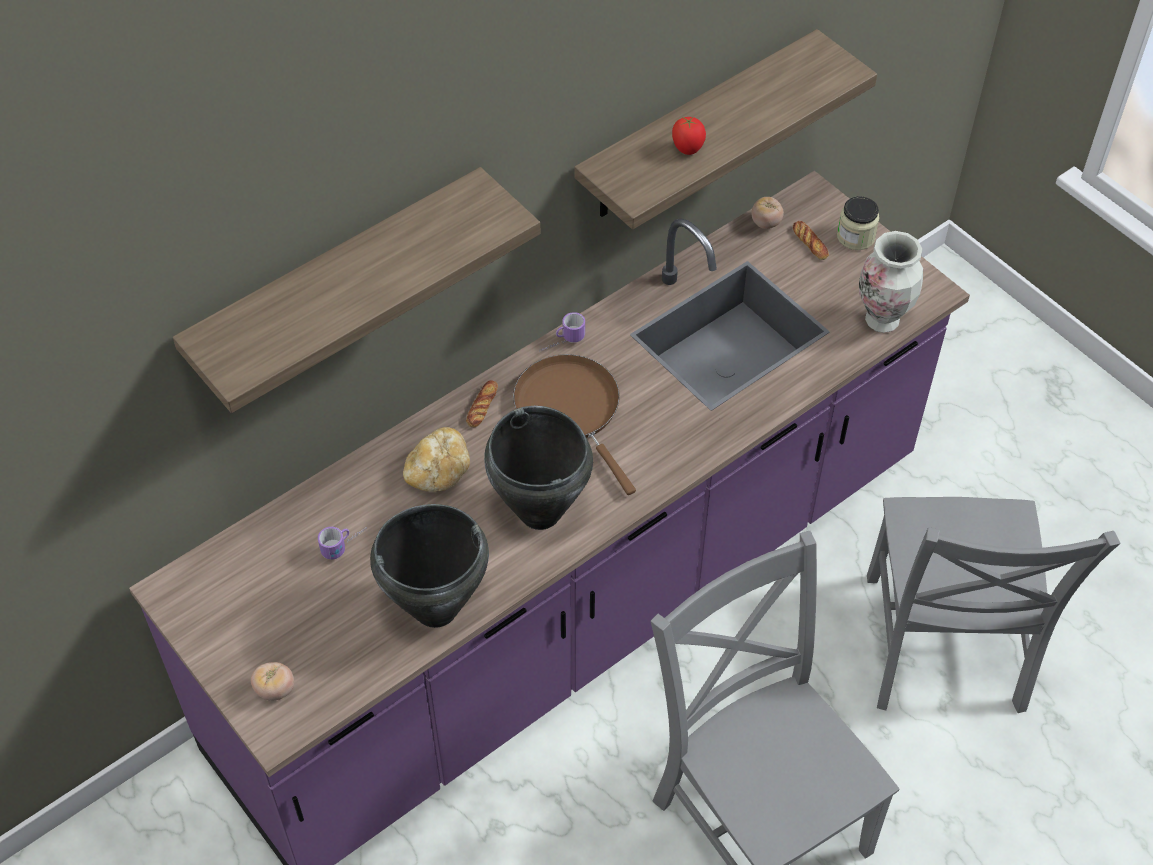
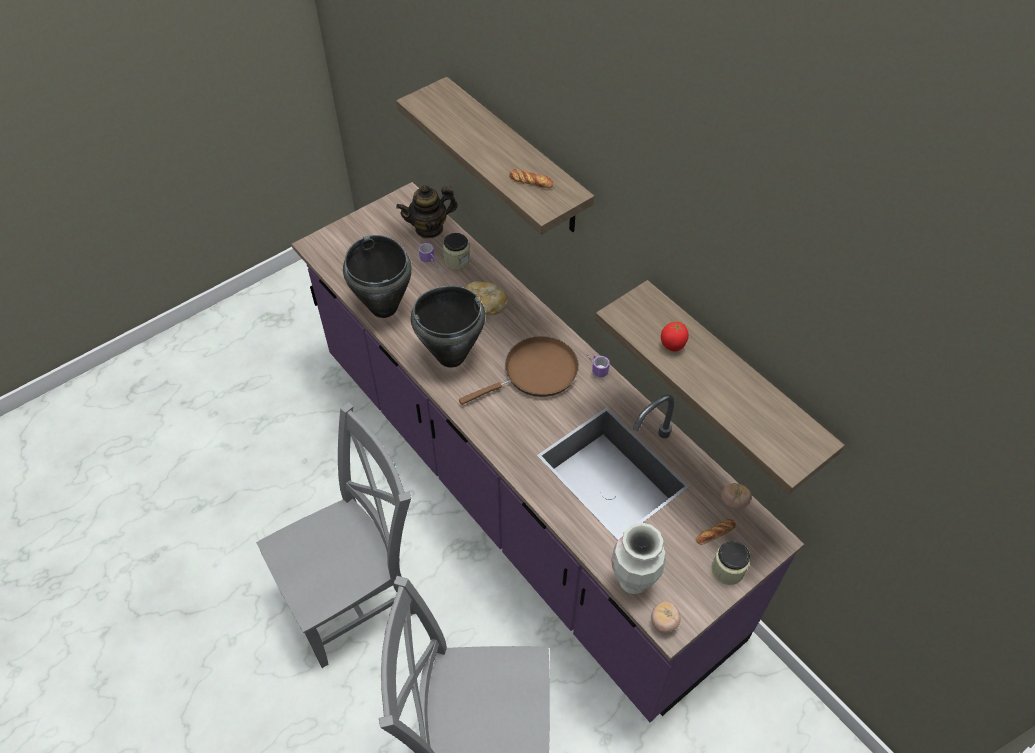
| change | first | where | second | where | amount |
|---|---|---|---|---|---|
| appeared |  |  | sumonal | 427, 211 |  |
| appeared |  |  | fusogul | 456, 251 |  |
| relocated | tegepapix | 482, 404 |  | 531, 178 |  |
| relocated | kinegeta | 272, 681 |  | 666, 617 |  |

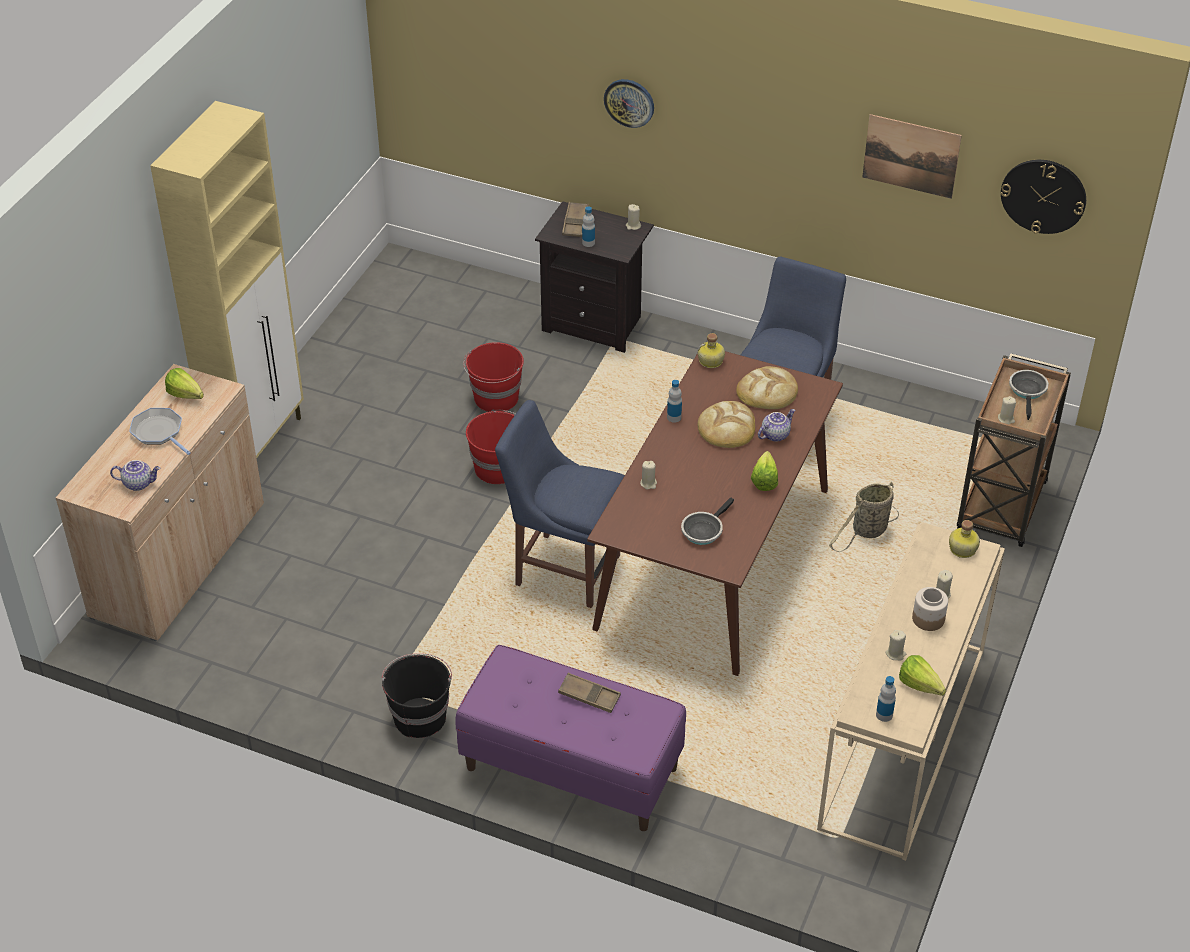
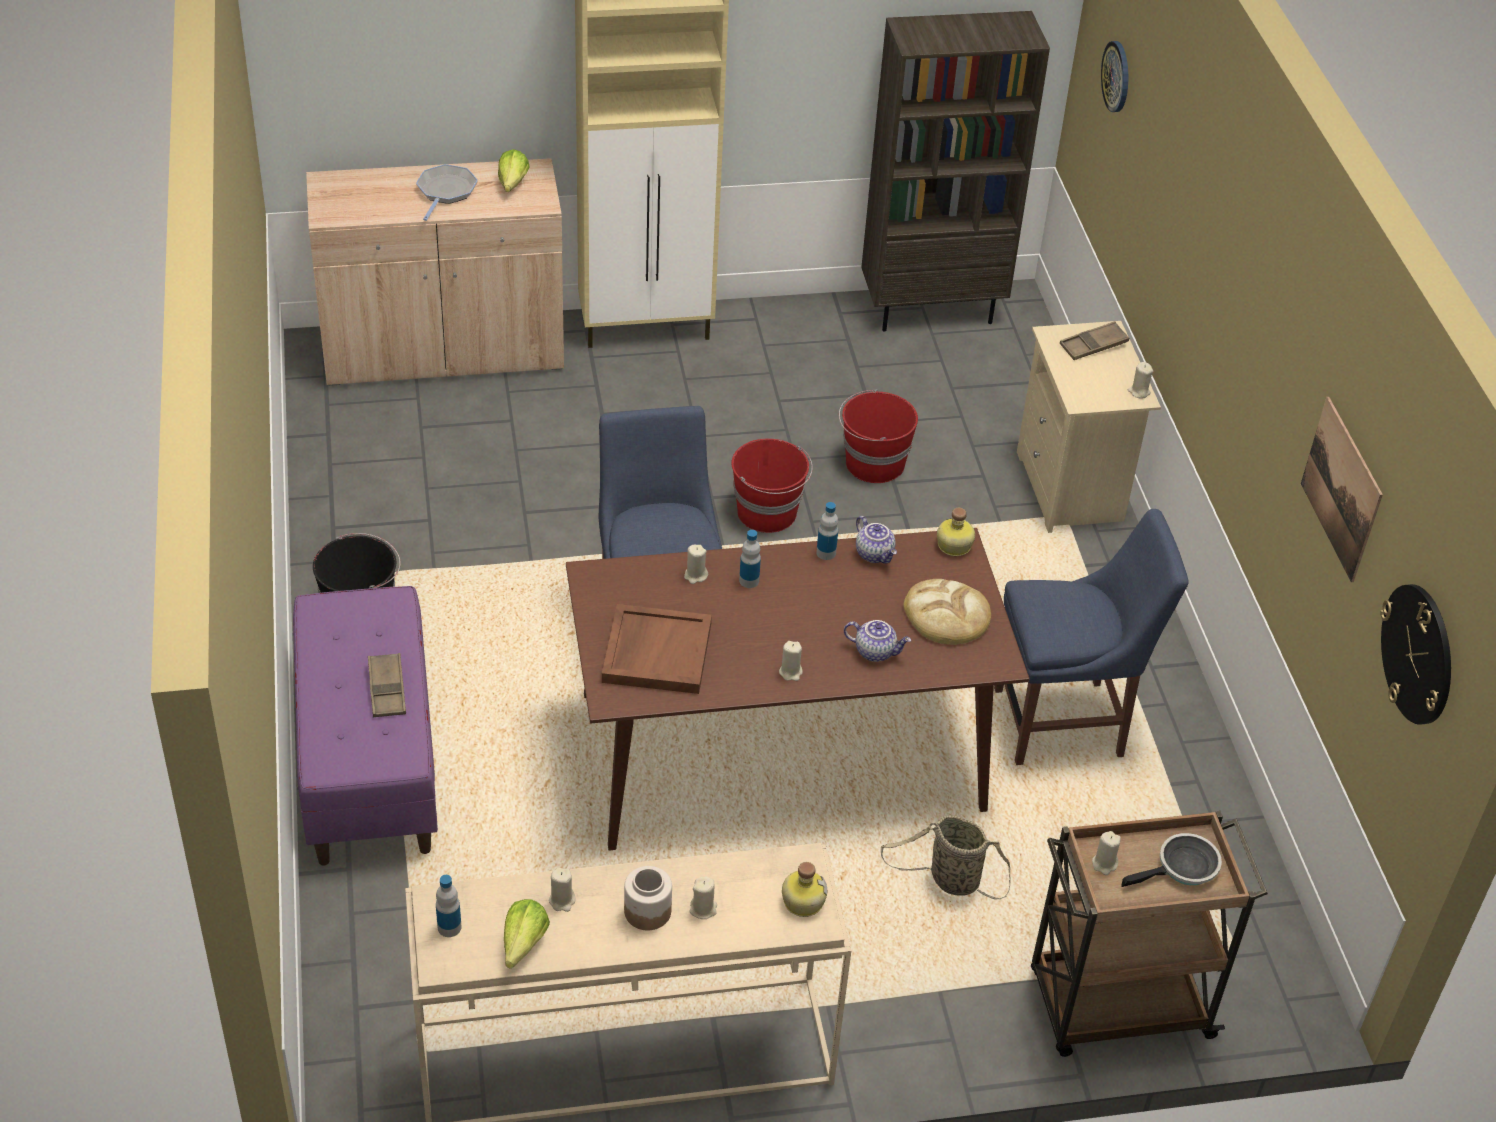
| change | first | where | second | where | amount |
|---|---|---|---|---|---|
| exchanged | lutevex | 707, 521 | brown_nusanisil | 657, 649 |  |
| relocated | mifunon | 588, 226 |  | 750, 559 |  |
| exchanged | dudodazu | 764, 471 | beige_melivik | 791, 661 |  |
| relocated | sumonal | 135, 475 |  | 876, 540 |  |
| appeared |  |  | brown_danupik | 955, 171 |  |
| colour | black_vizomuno | 594, 277 | beige_vizomuno | 1089, 427 |  |
| relocated | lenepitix | 629, 103 |  | 1114, 76 |  |
| missing | tegepapix | 726, 424 |  |  |  |

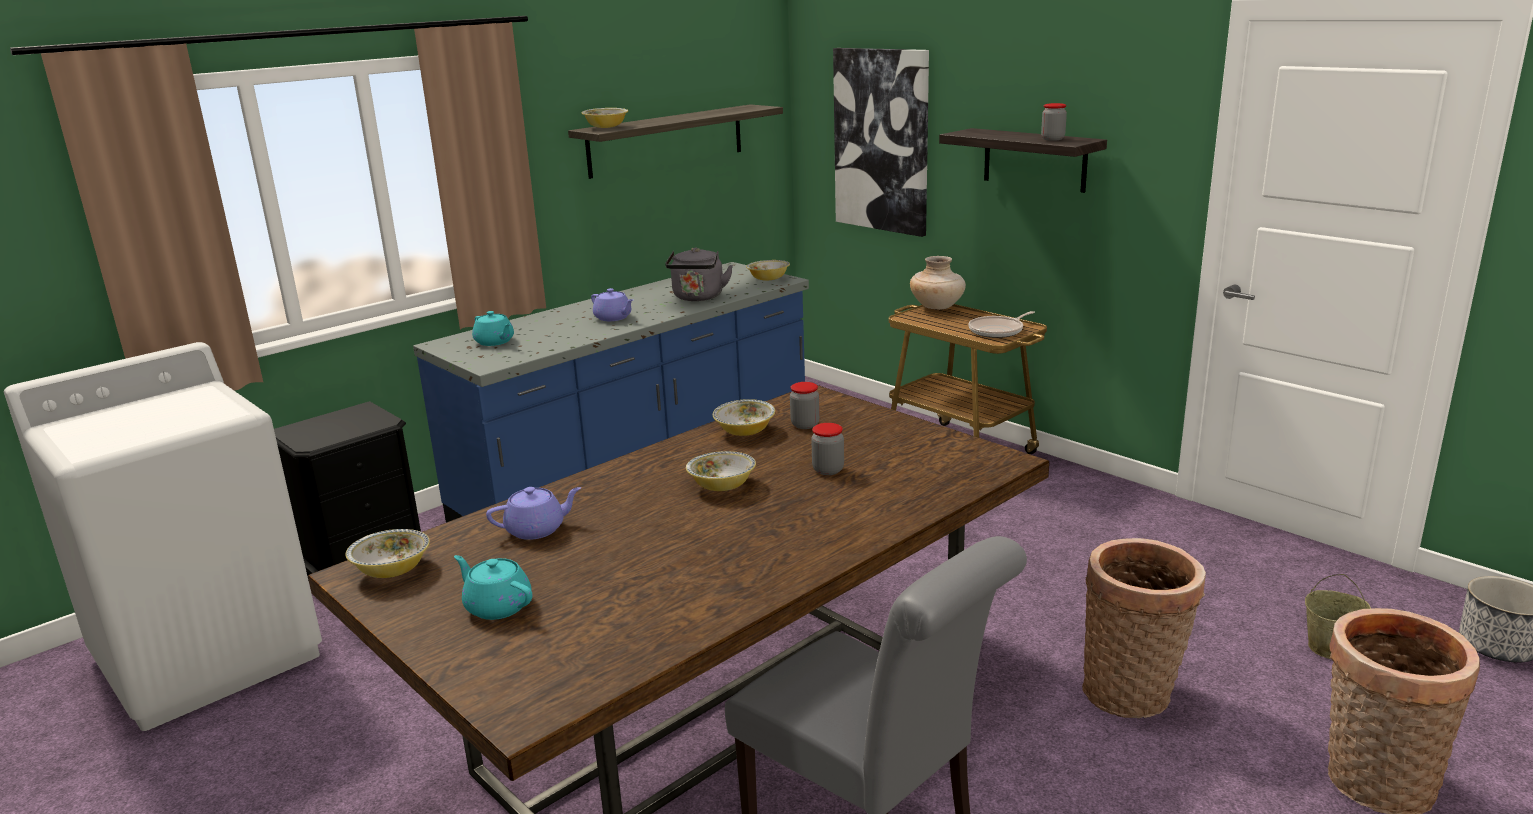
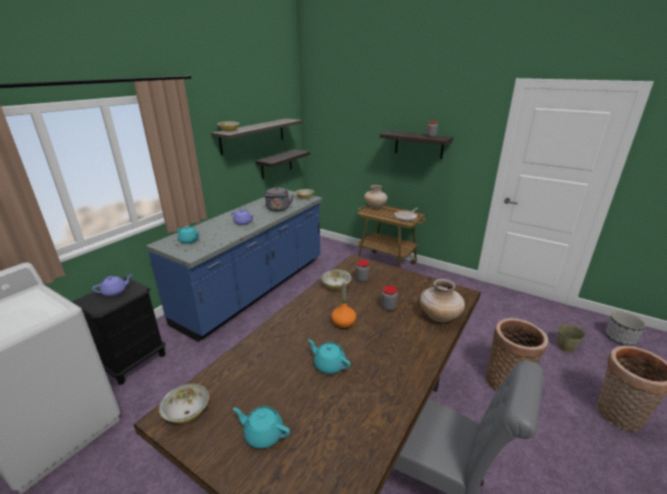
| change | first | where | second | where | amount |
|---|---|---|---|---|---|
| relocated | purple_sumonal | 533, 513 |  | 112, 285 |  |
| appeared |  |  | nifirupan | 282, 164 |  |
| appeared |  |  | turquoise_sumonal | 329, 356 |  |
| exchanged | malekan | 721, 471 | orange_mifunon | 343, 305 |  |
| appeared |  |  | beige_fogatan | 442, 300 |  |
| missing | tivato | 881, 142 |  |  |  |

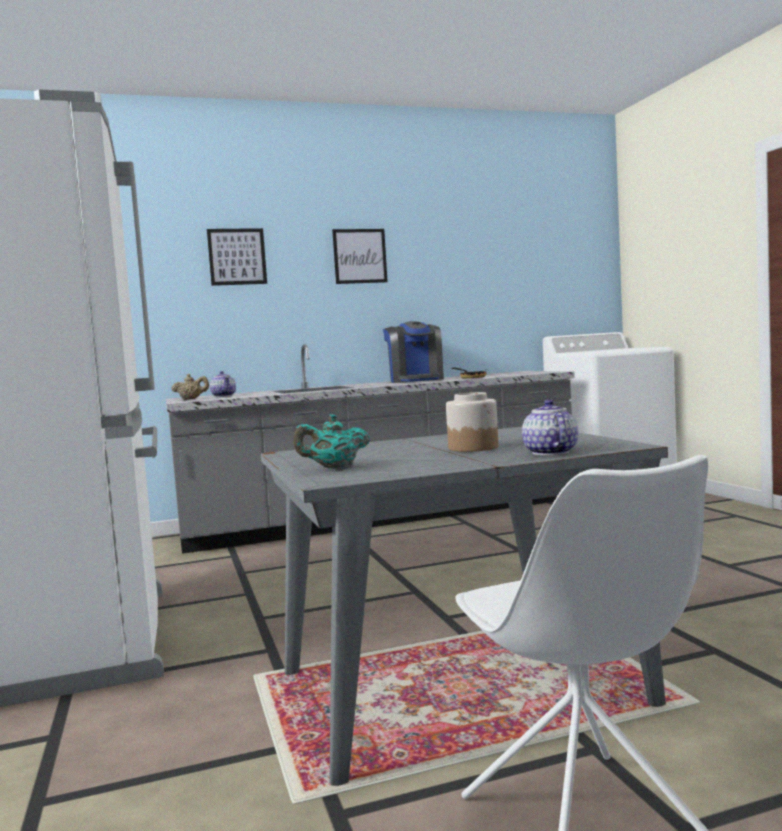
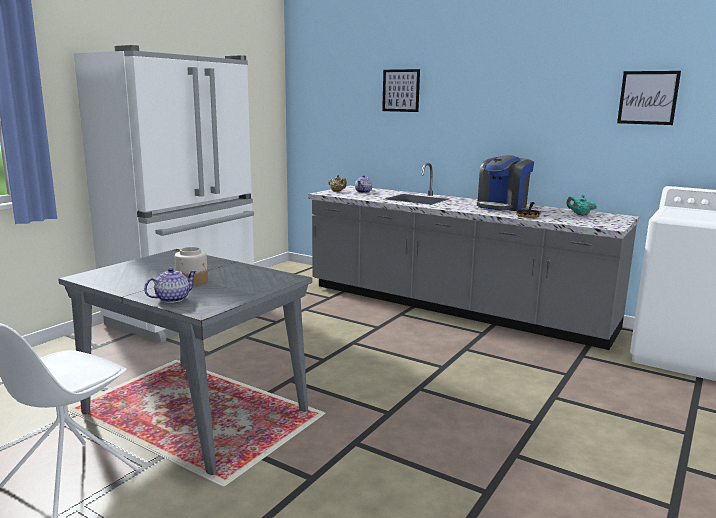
| change | first | where | second | where | amount |
|---|---|---|---|---|---|
| relocated | turquoise_sumonal | 332, 441 |  | 581, 205 |  |
| relocated | tivato | 360, 256 |  | 649, 98 |  |

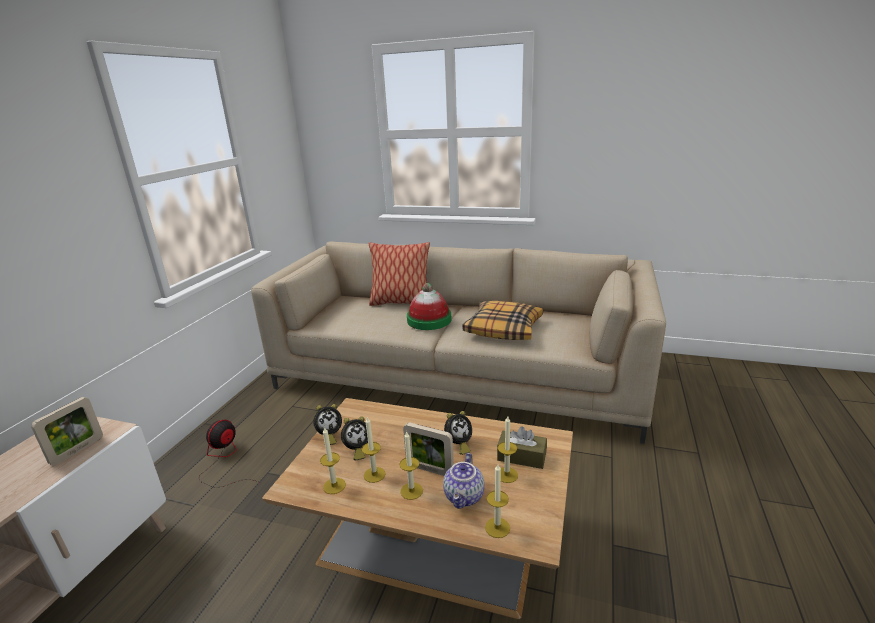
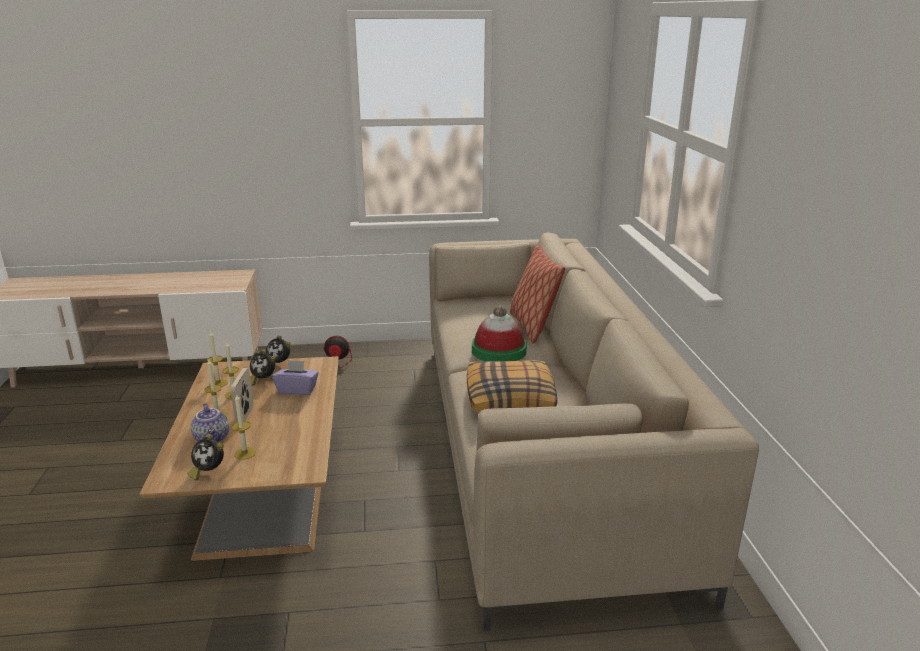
| change | first | where | second | where | amount |
|---|---|---|---|---|---|
| relocated | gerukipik | 458, 433 |  | 205, 457 |  |
| spun | sumonal | 464, 481 |  | 210, 422 | 105 degrees counterclockwise |
| appeared |  |  | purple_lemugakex | 295, 377 |  |
| missing | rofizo | 67, 431 |  |  |  |
| missing | melivik | 497, 501 |  |  |  |
| missing | brown_lemugakex | 522, 447 |  |  |  |

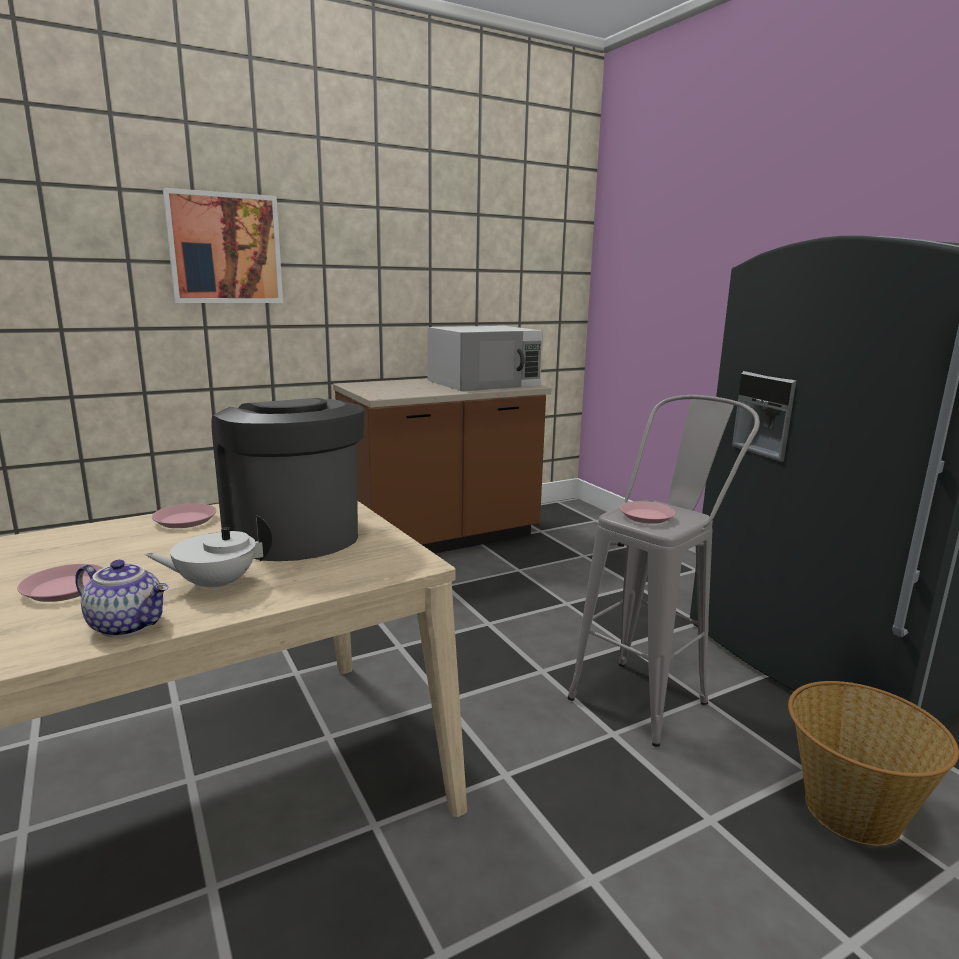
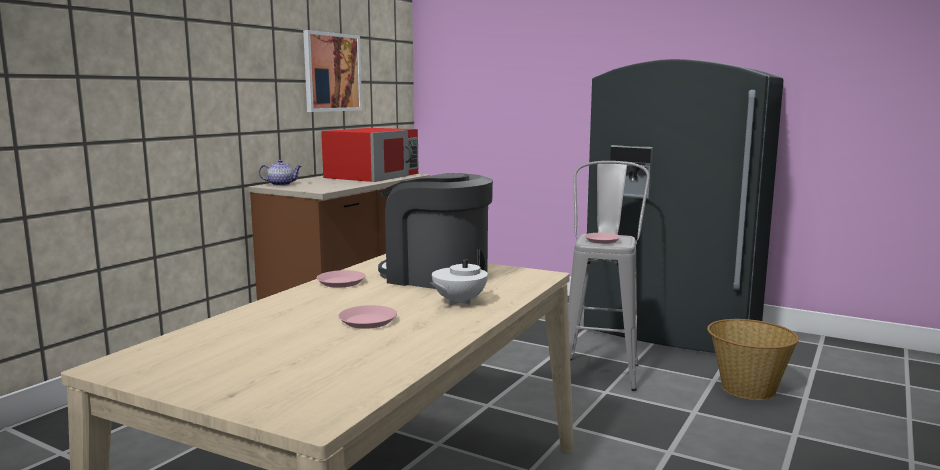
| change | first | where | second | where | amount |
|---|---|---|---|---|---|
| relocated | sumonal | 122, 598 |  | 280, 173 |  |
| relocated | tivato | 222, 245 |  | 332, 71 |  |
| colour | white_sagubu | 485, 359 | red_sagubu | 369, 155 |  |

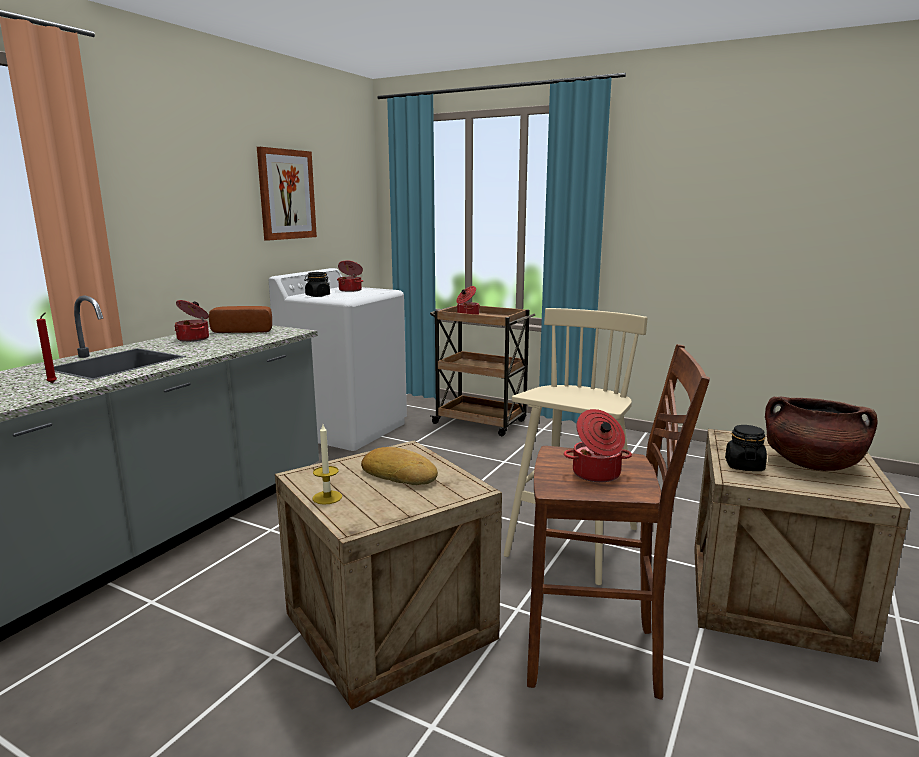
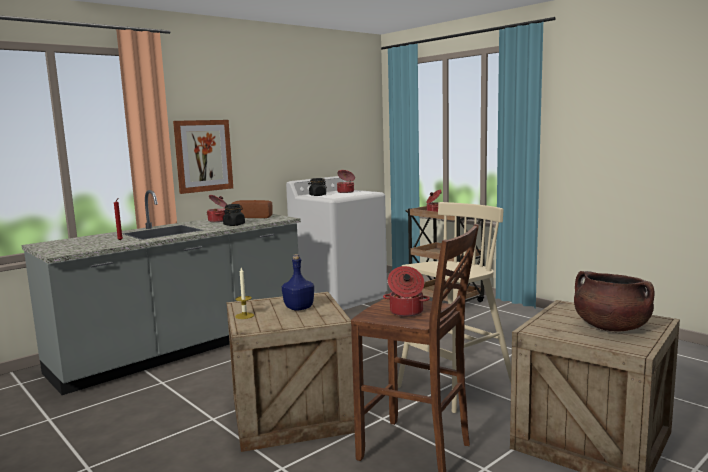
| change | first | where | second | where | amount |
|---|---|---|---|---|---|
| relocated | tivato | 287, 194 |  | 203, 157 |  |
| relocated | black_fusogul | 746, 448 |  | 234, 215 |  |
| exchanged | tegepapix | 399, 466 | blue_mifunon | 298, 282 |  |

